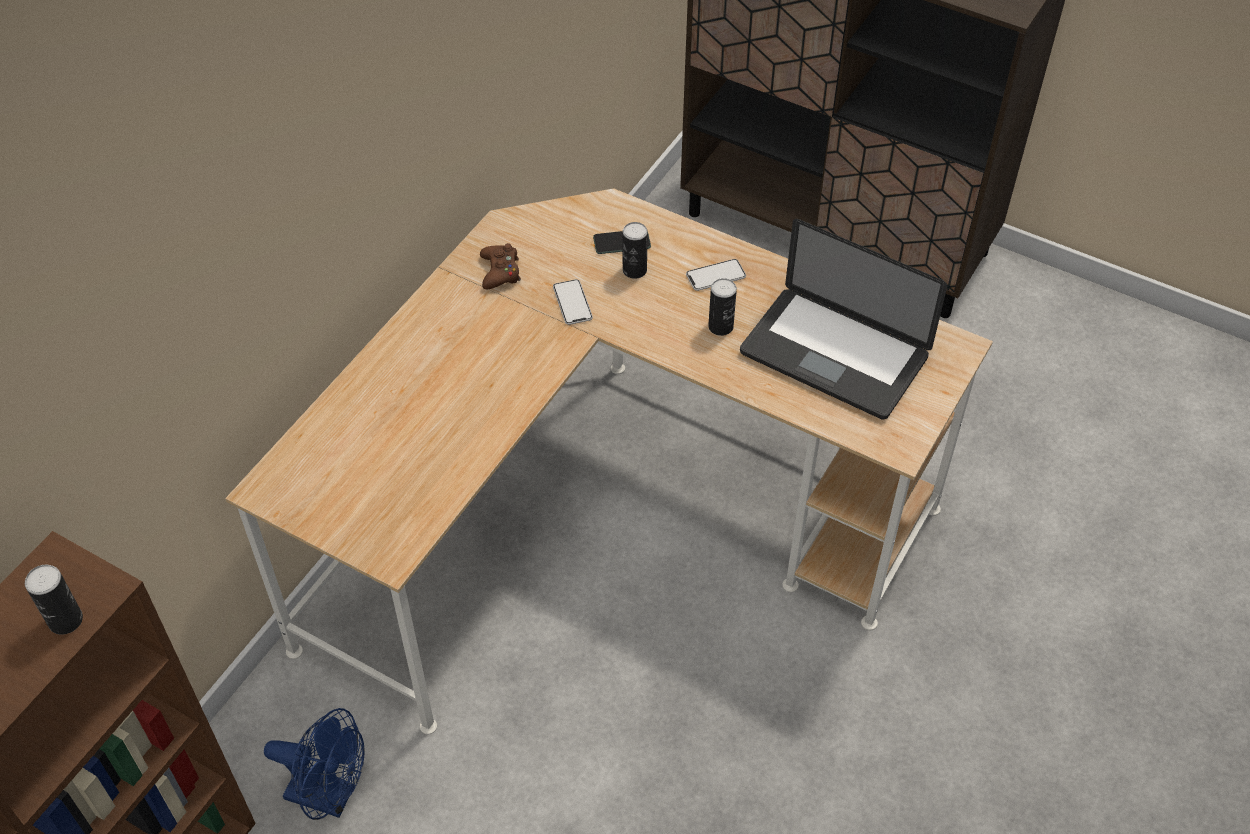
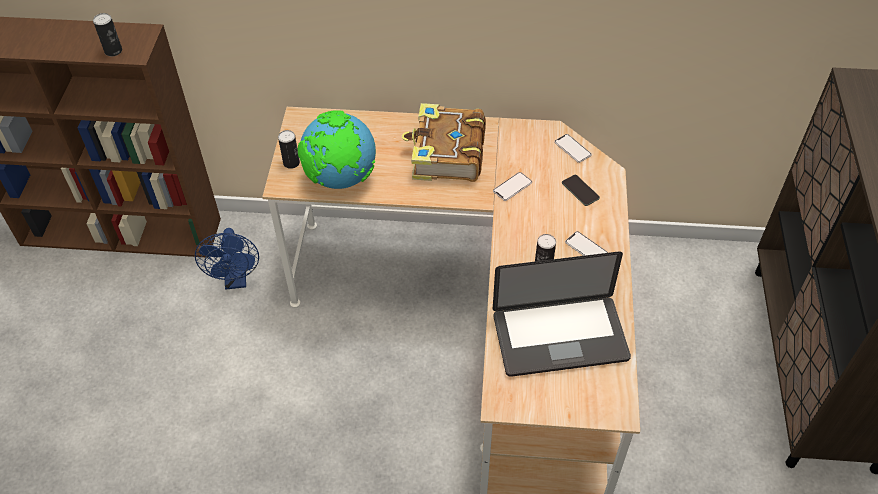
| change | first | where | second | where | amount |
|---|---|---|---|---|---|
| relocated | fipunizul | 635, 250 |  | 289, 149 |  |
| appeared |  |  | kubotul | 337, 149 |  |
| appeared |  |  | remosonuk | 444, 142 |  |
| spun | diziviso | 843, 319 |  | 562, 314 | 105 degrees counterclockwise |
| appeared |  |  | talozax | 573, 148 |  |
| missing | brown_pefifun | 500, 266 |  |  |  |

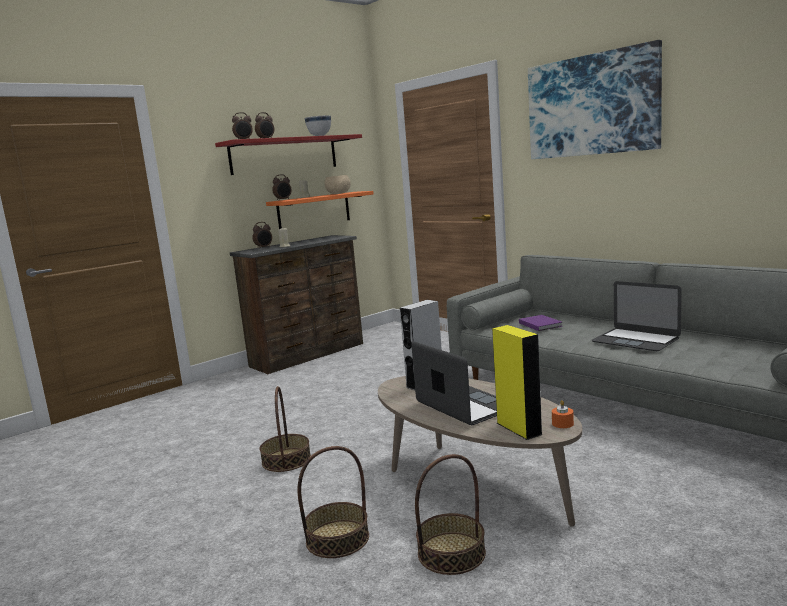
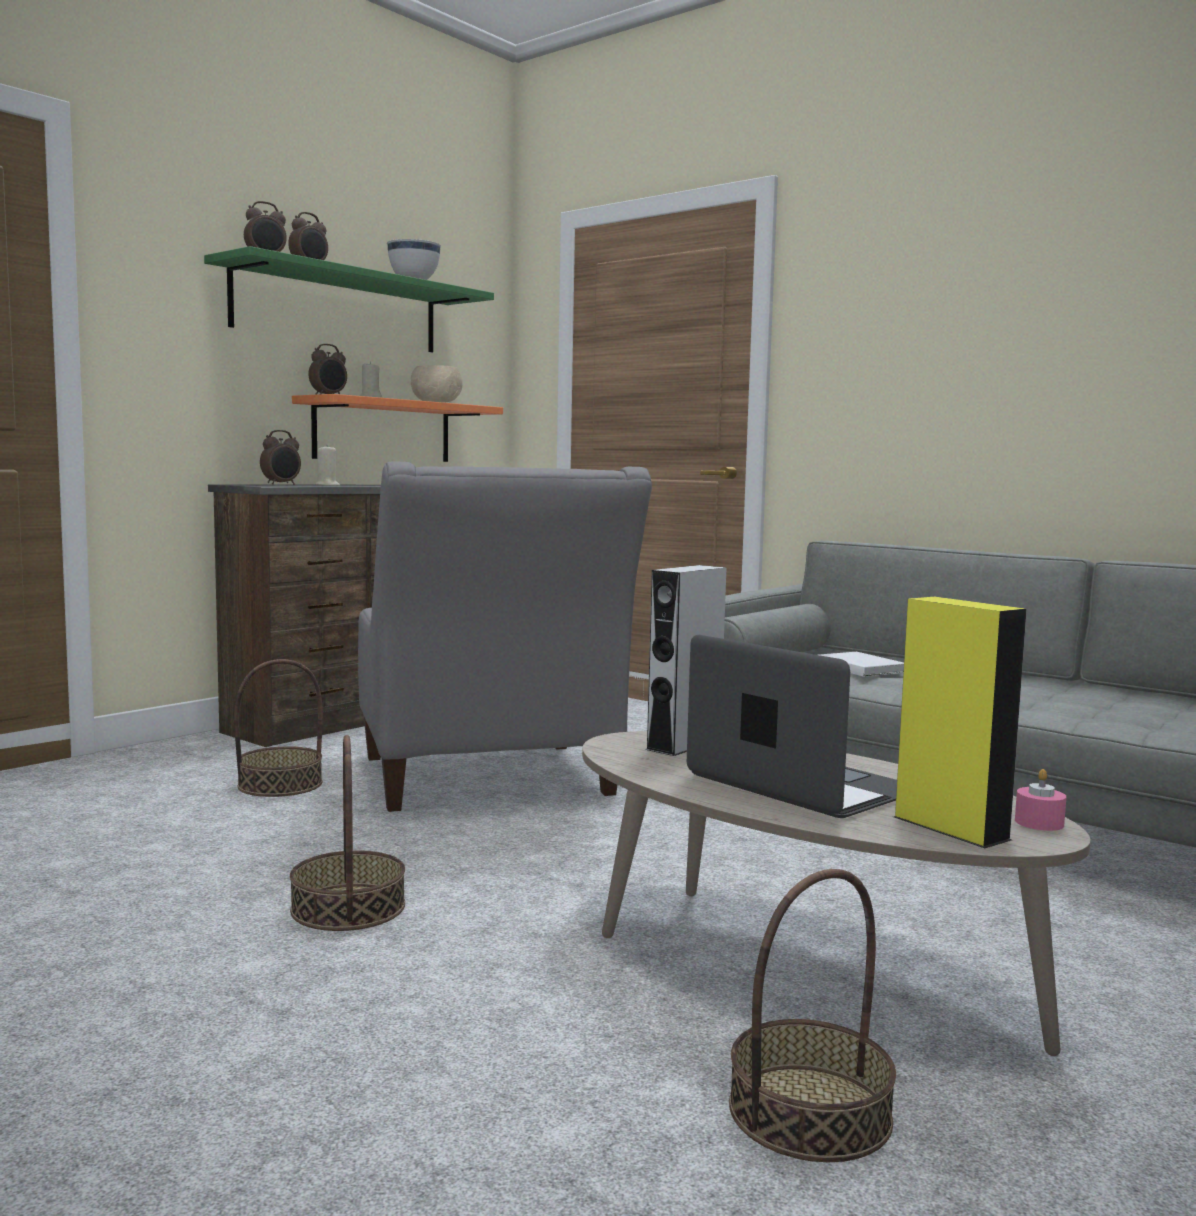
| change | first | where | second | where | amount |
|---|---|---|---|---|---|
| colour | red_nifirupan | 288, 154 | green_nifirupan | 349, 299 |  |
| relocated | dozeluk | 333, 502 |  | 278, 728 |  |
| appeared |  |  | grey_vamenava | 505, 636 |  |
| colour | purple_remosonuk | 541, 323 | white_remosonuk | 861, 664 |  |
| colour | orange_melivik | 563, 414 | pink_melivik | 1040, 800 |  |
| missing | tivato | 595, 99 |  |  |  |
| missing | diziviso | 637, 316 |  |  |  |

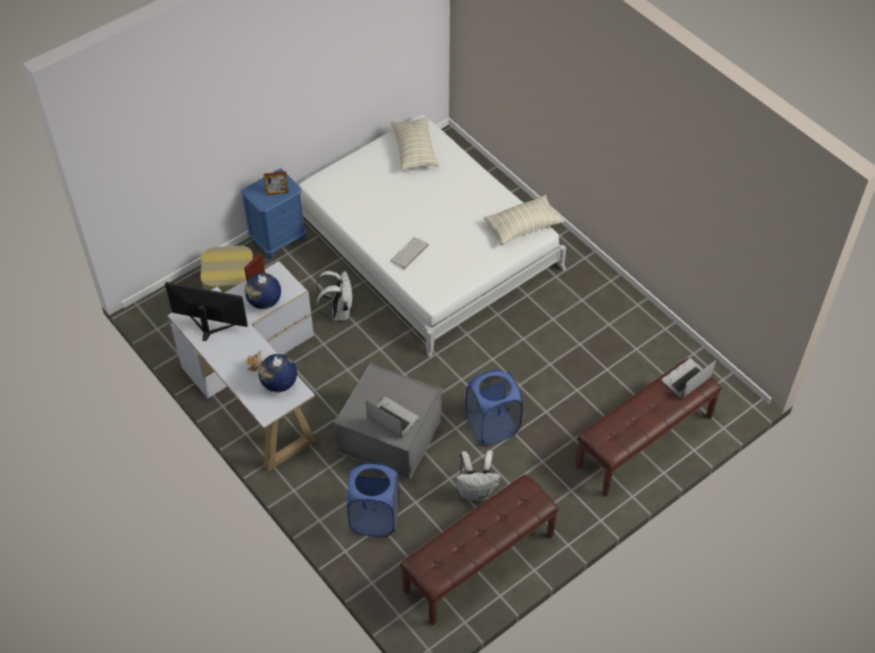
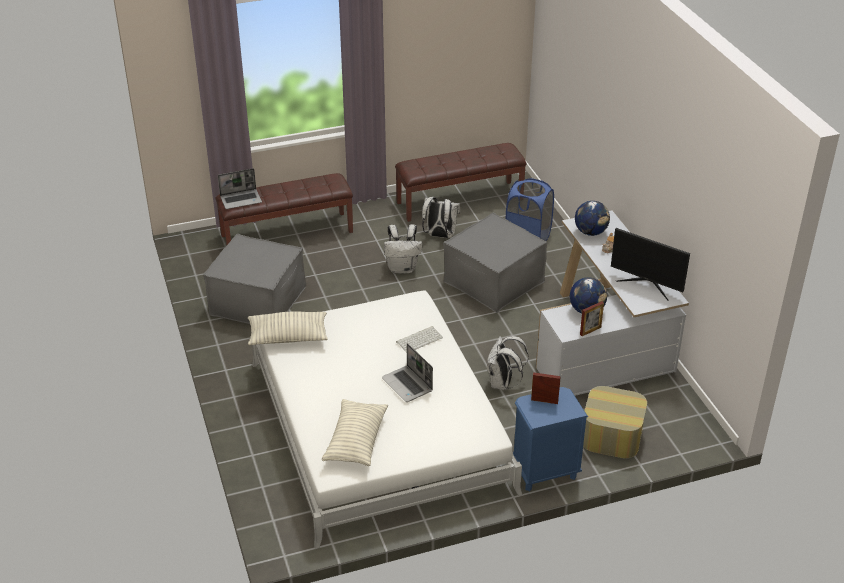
| change | first | where | second | where | amount |
|---|---|---|---|---|---|
| appeared |  |  | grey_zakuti | 254, 279 |  |
| relocated | diziviso | 392, 417 |  | 407, 372 |  |
| exchanged | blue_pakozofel | 494, 407 | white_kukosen | 403, 249 |  |

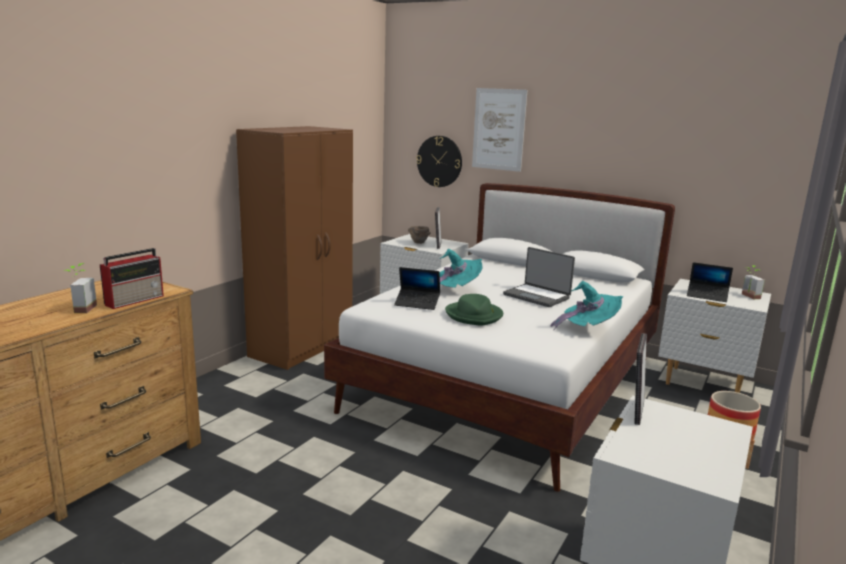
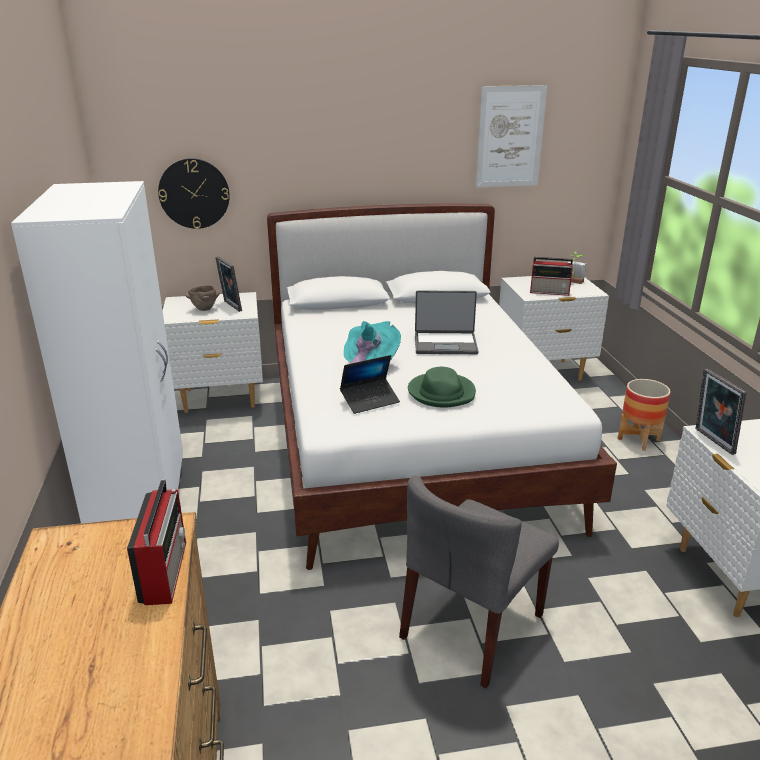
| change | first | where | second | where | amount |
|---|---|---|---|---|---|
| colour | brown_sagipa | 294, 248 | white_sagipa | 97, 352 |  |
| appeared |  |  | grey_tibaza | 479, 581 |  |
| relocated | tivato | 499, 130 |  | 511, 136 |  |
| exchanged | diziviso | 710, 282 | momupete | 552, 276 |  |
| missing | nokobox | 80, 288 |  |  |  |
| missing | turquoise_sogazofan | 586, 305 |  |  |  |

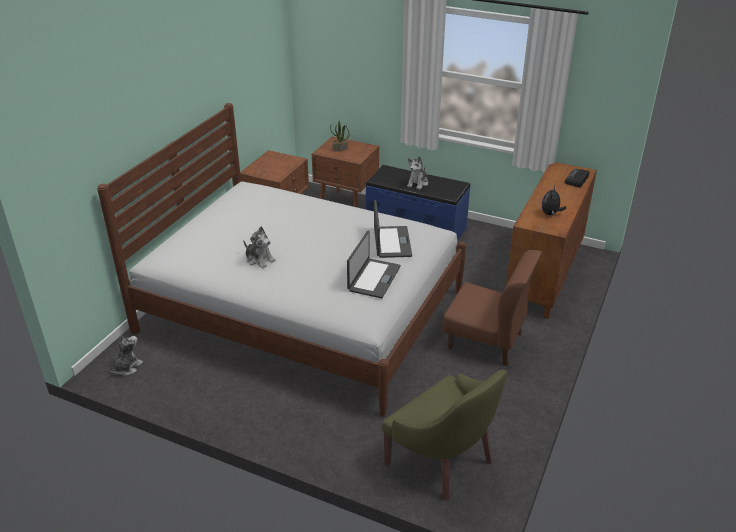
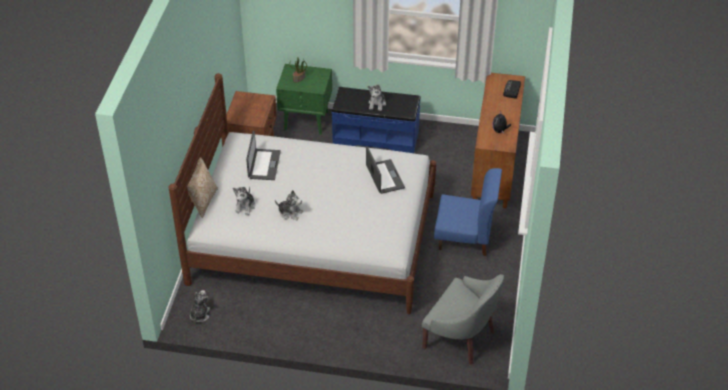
| change | first | where | second | where | amount |
|---|---|---|---|---|---|
| appeared |  |  | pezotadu | 202, 187 |  |
| appeared |  |  | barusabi | 244, 201 |  |
| relocated | diziviso | 374, 264 |  | 263, 155 |  |
| colour | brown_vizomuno | 345, 172 | green_vizomuno | 304, 99 |  |
| colour | green_vamenava | 444, 434 | grey_vamenava | 463, 319 |  |
| colour | brown_tibaza | 492, 308 | blue_tibaza | 468, 212 |  |

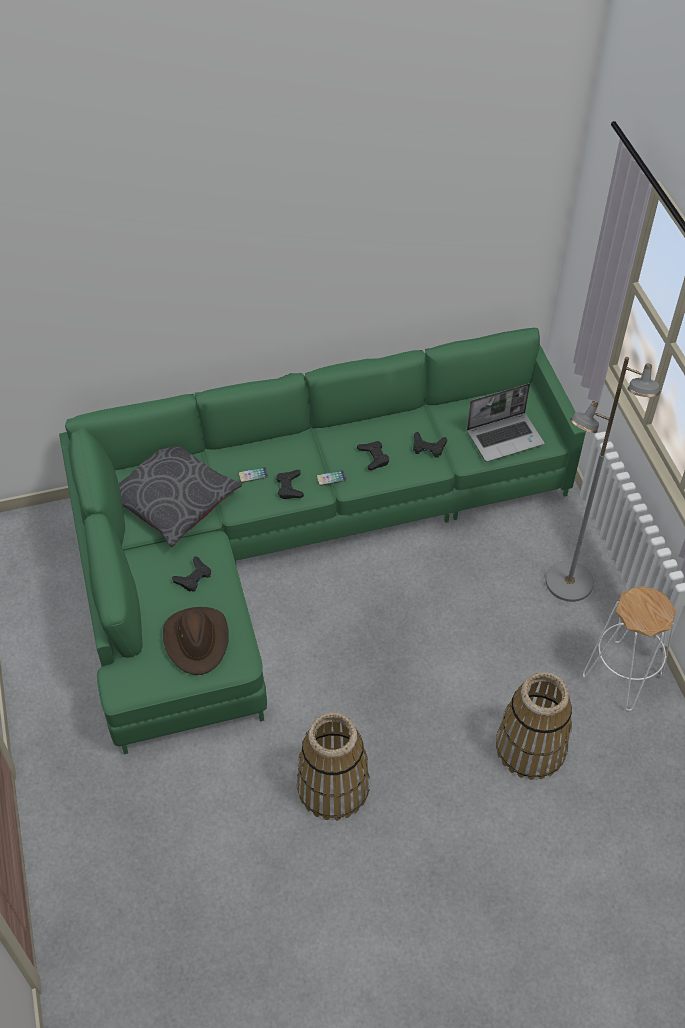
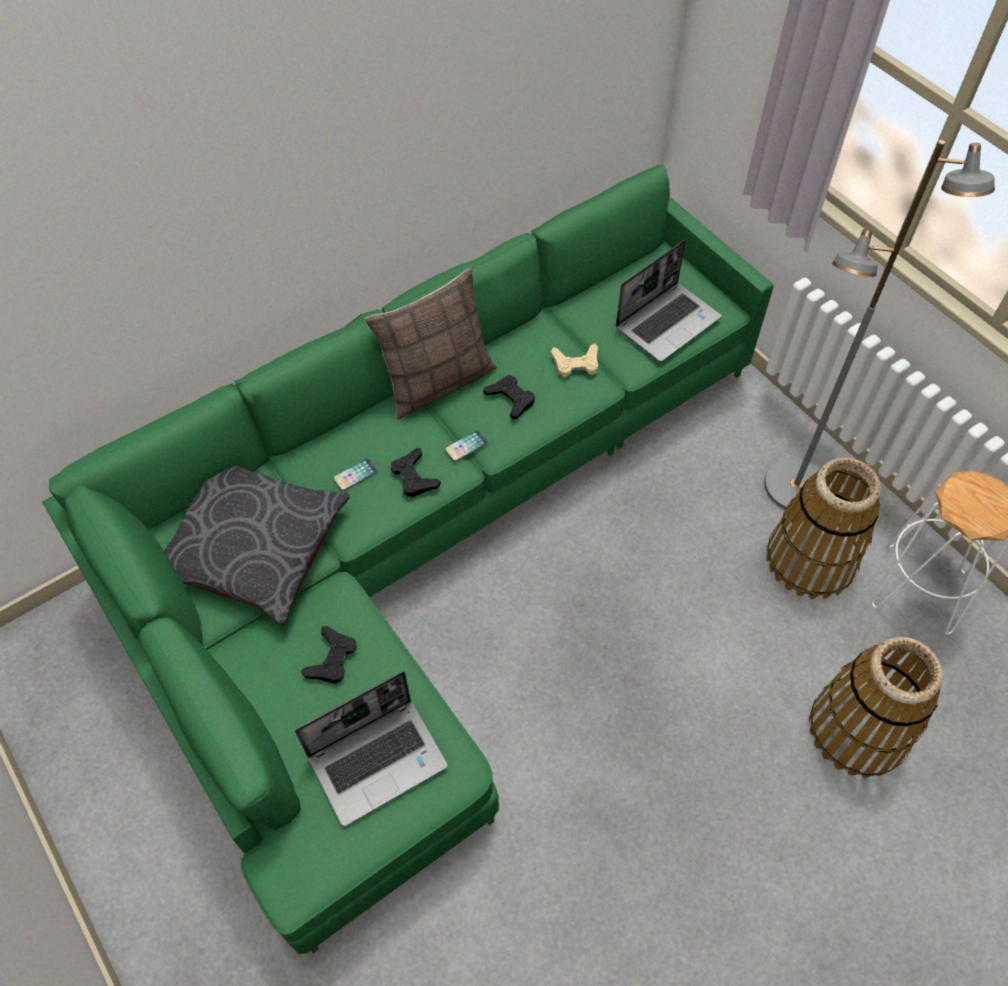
| change | first | where | second | where | amount |
|---|---|---|---|---|---|
| exchanged | brown_sogazofan | 196, 641 | diziviso | 371, 748 |  |
| appeared |  |  | pezotadu | 431, 343 |  |
| colour | black_pefifun | 430, 445 | beige_pefifun | 574, 360 |  |
| relocated | dozeluk | 333, 766 |  | 823, 528 |  |

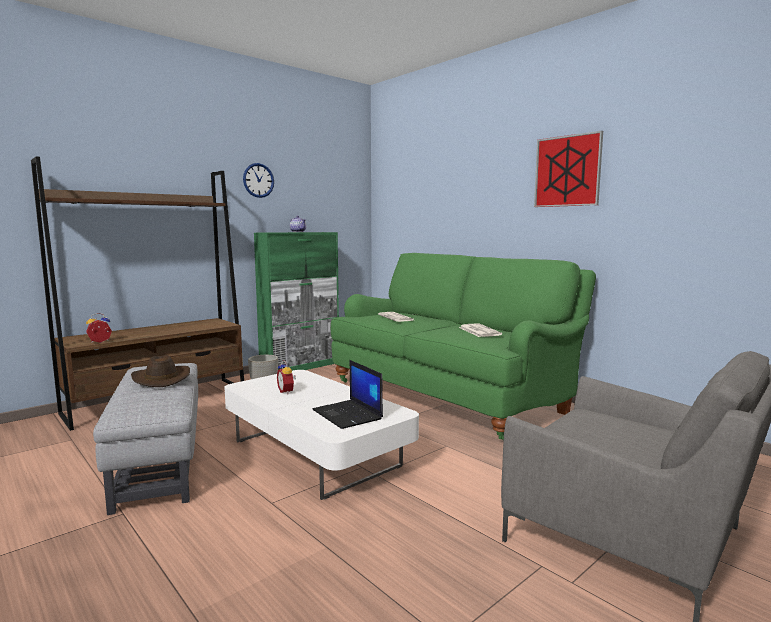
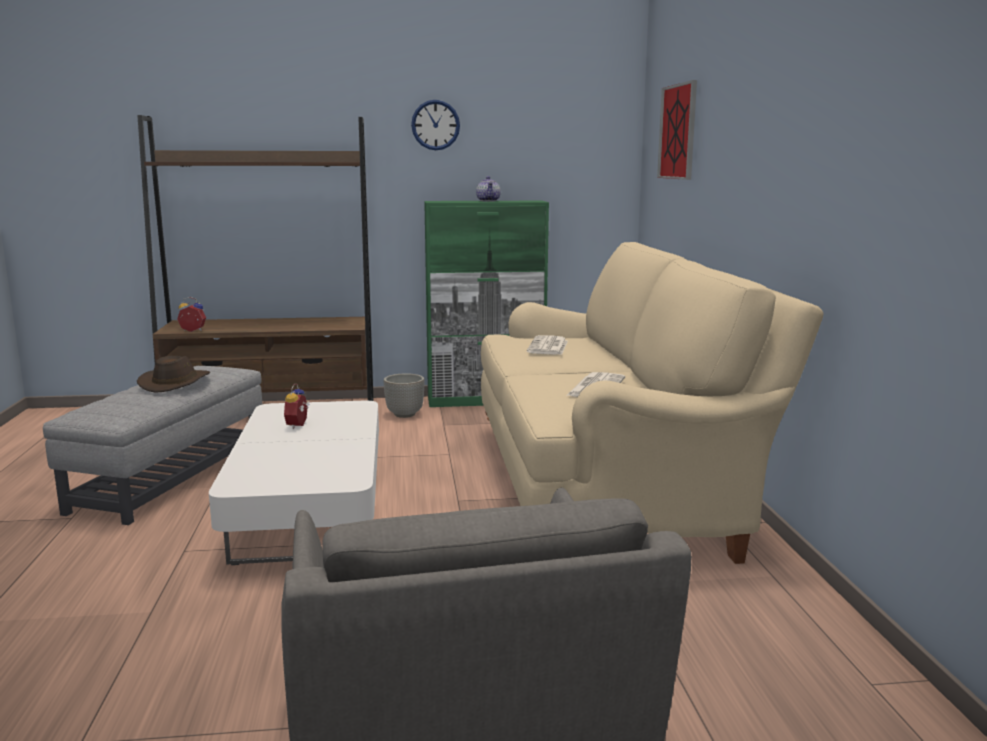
| change | first | where | second | where | amount |
|---|---|---|---|---|---|
| colour | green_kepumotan | 463, 347 | beige_kepumotan | 652, 403 |  |
| relocated | tivato | 568, 169 |  | 677, 130 |  |
| missing | diziviso | 347, 394 |  |  |  |

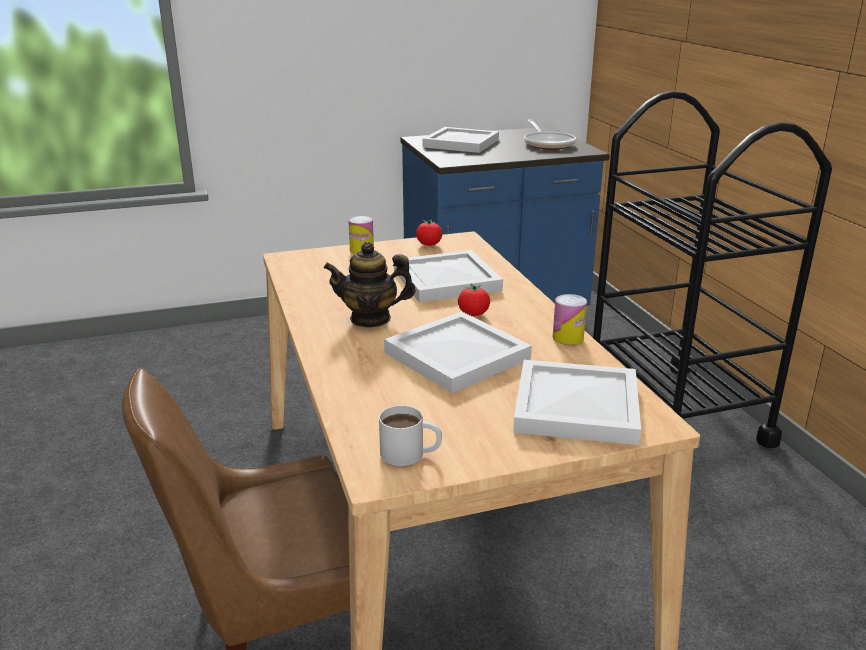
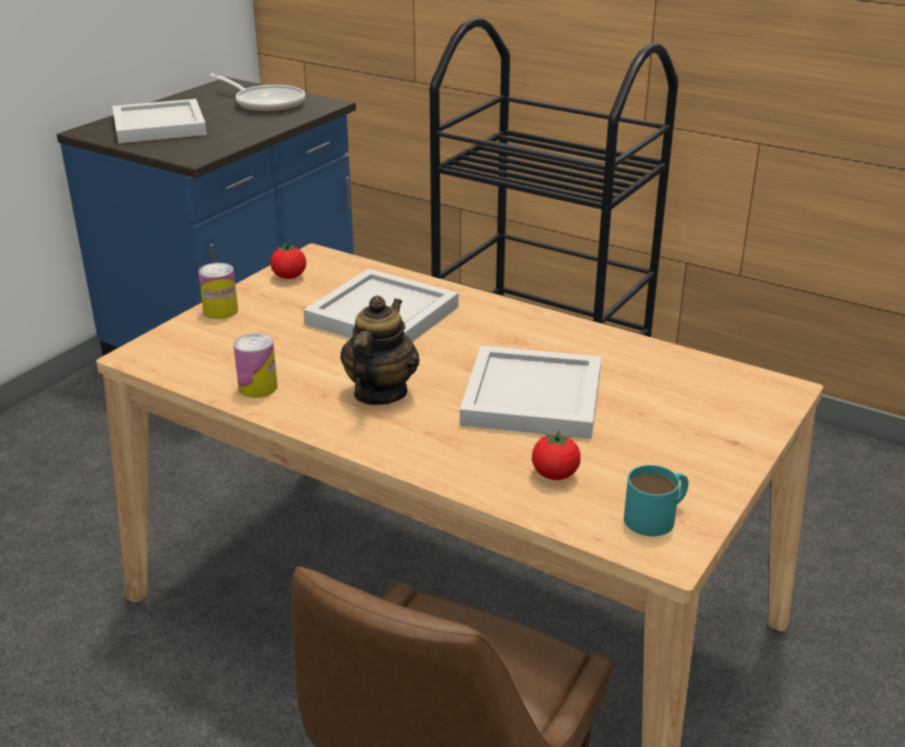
| change | first | where | second | where | amount |
|---|---|---|---|---|---|
| relocated | fipunizul | 570, 319 |  | 255, 365 |  |
| spun | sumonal | 369, 284 |  | 380, 350 | 150 degrees clockwise |
| relocated | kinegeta | 474, 299 |  | 556, 455 |  |
| colour | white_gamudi | 410, 435 | turquoise_gamudi | 656, 500 |  |
| missing | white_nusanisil | 577, 402 |  |  |  |

